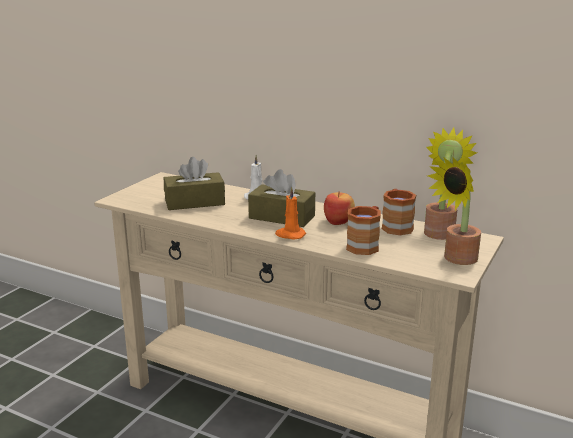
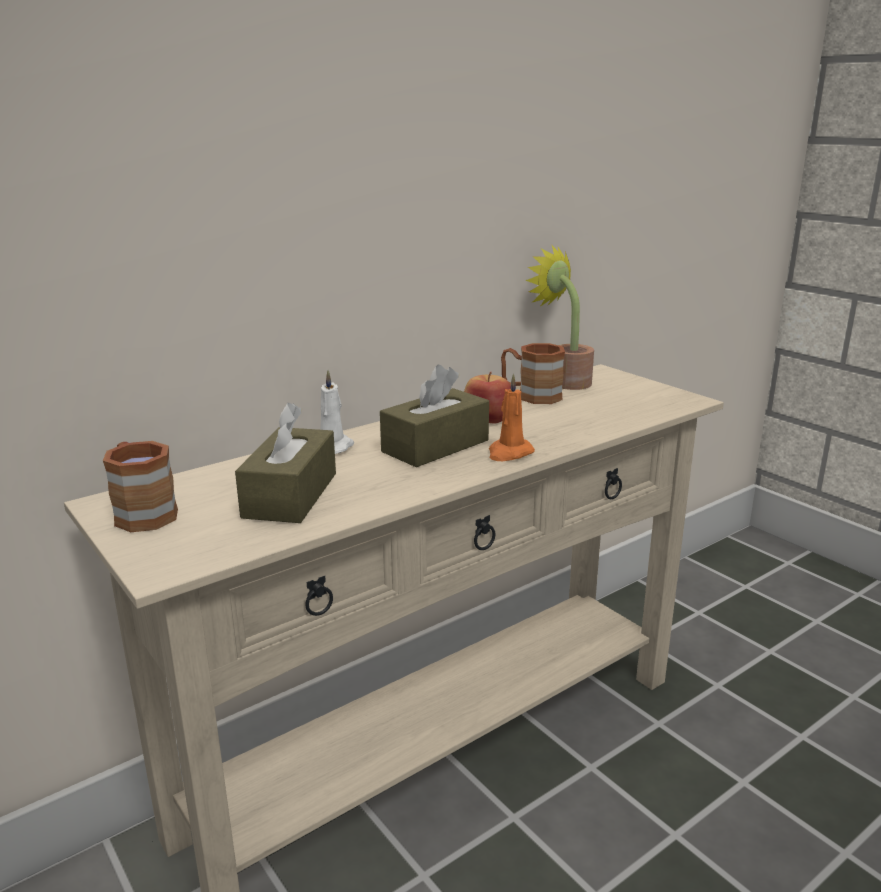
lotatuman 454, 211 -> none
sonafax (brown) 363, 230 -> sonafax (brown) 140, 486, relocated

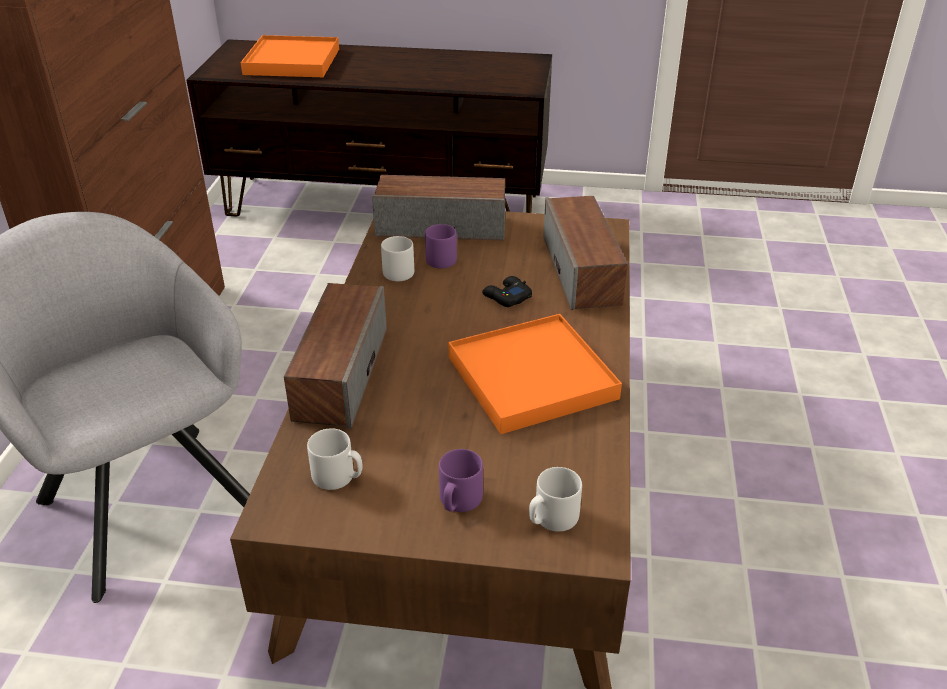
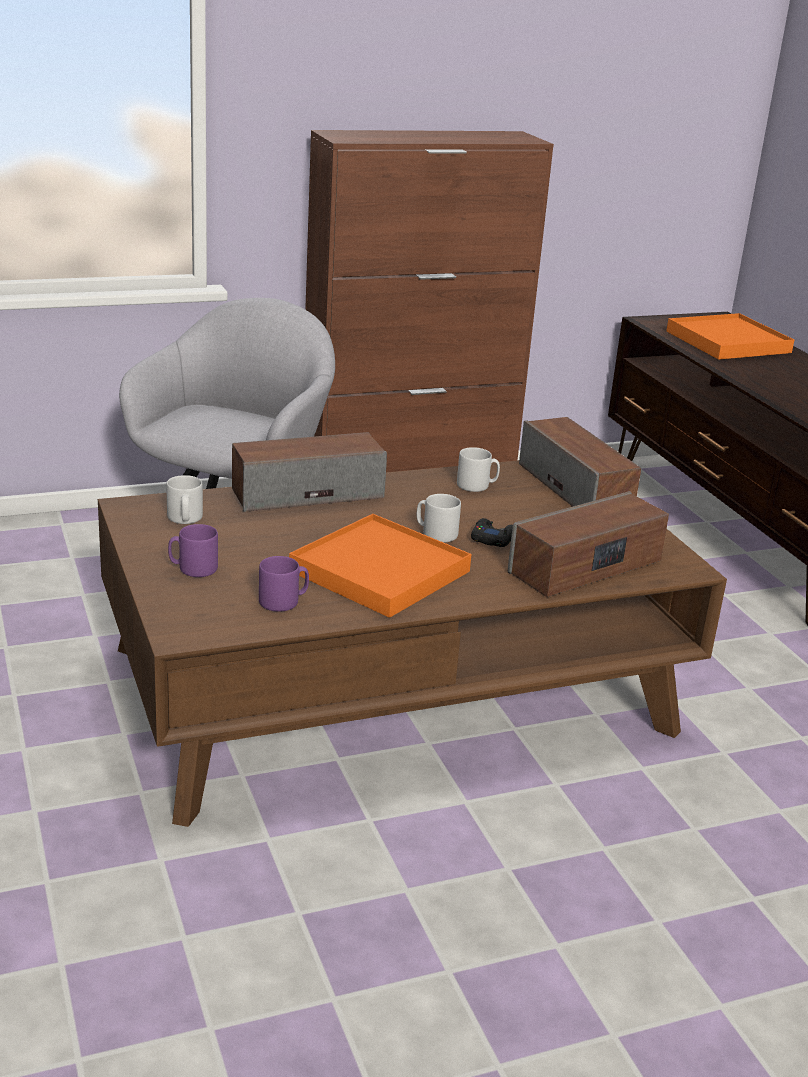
sonafax (purple) 441, 246 -> sonafax (purple) 284, 584, relocated
sonafax (grey) 555, 499 -> sonafax (grey) 439, 518, relocated

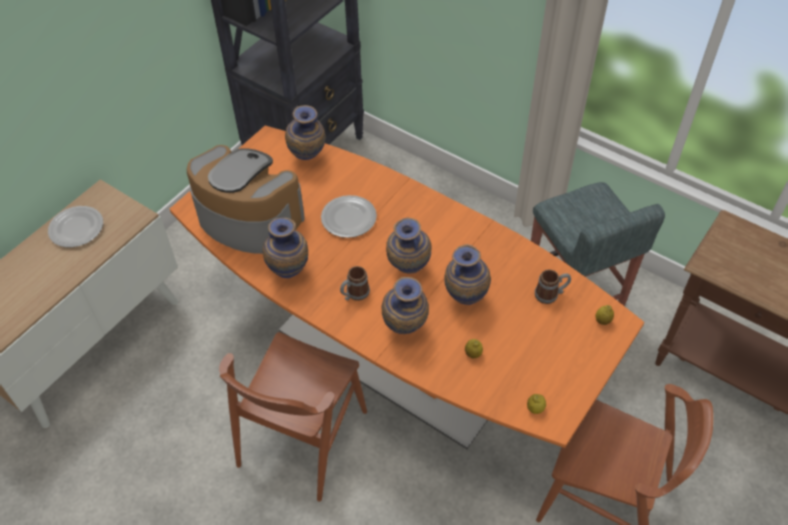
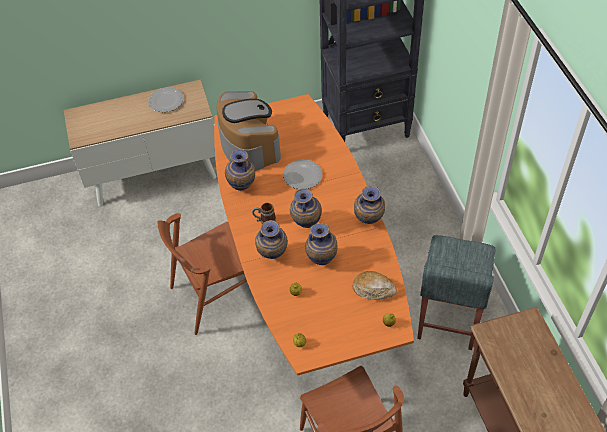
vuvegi 305, 132 -> vuvegi 369, 204, relocated
sonafax 553, 286 -> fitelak 375, 285

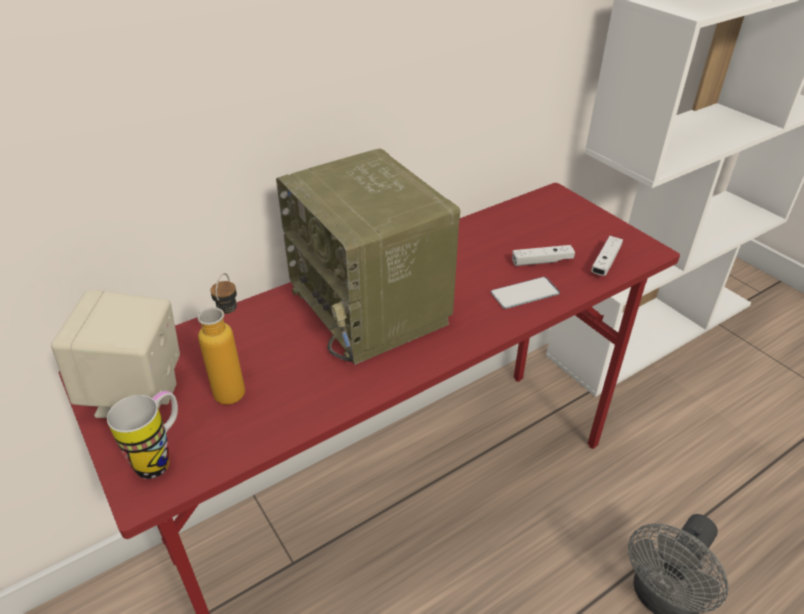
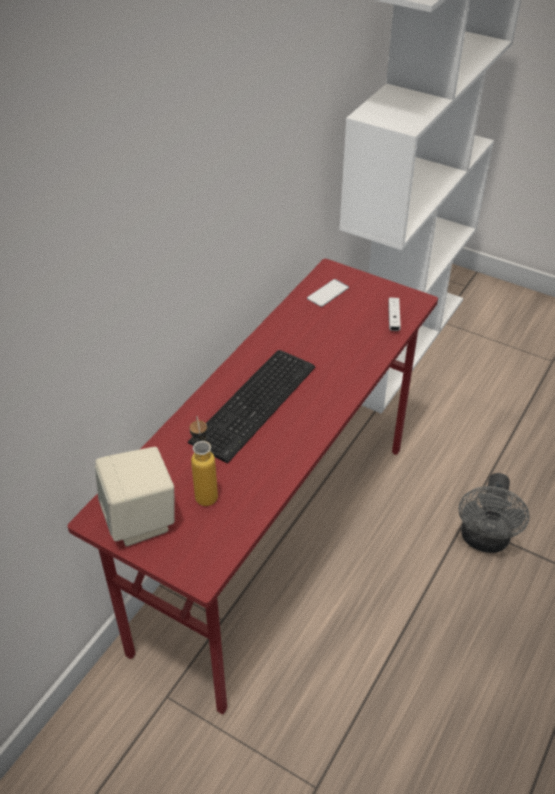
sonafax 142, 435 -> none
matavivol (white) 543, 255 -> none
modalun 525, 293 -> modalun 328, 293, relocated
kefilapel 368, 257 -> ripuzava 251, 406

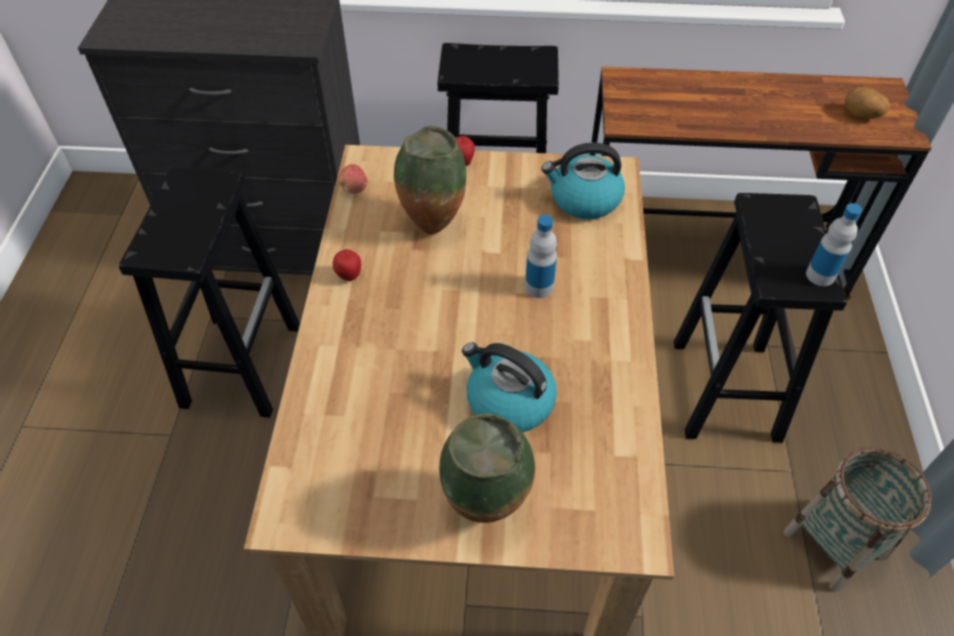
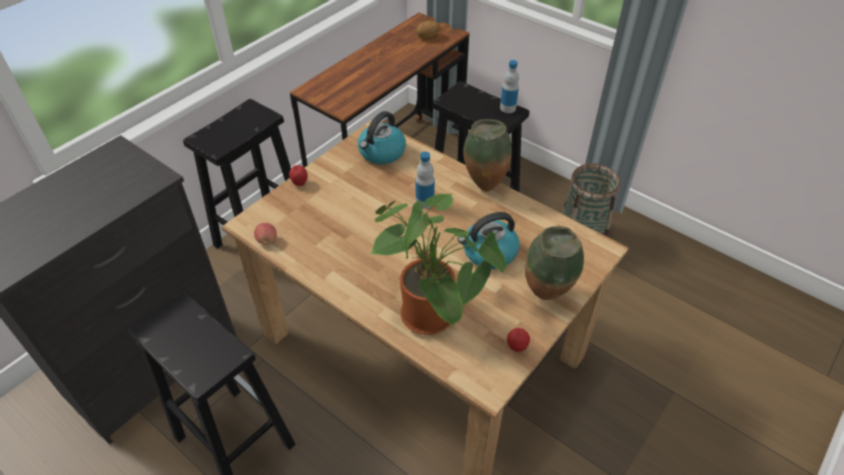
none -> lotatuman 437, 264
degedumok 347, 265 -> degedumok 518, 340, relocated
vuvegi 430, 180 -> vuvegi 487, 155, relocated

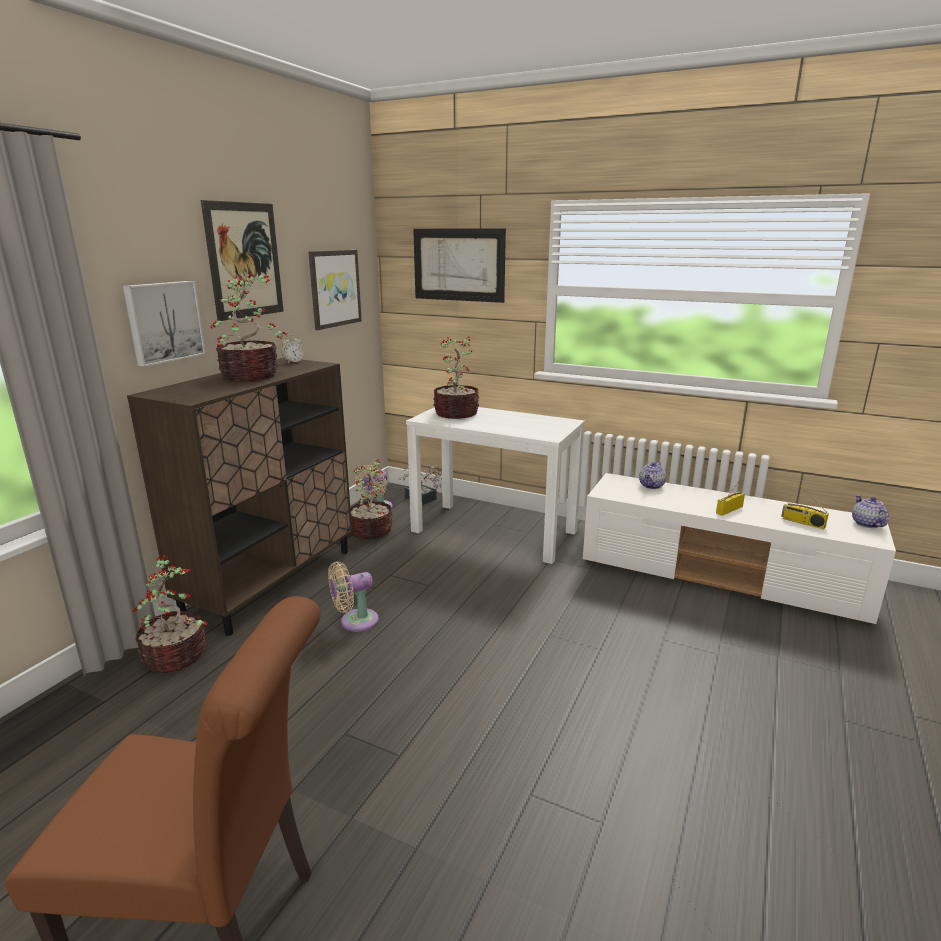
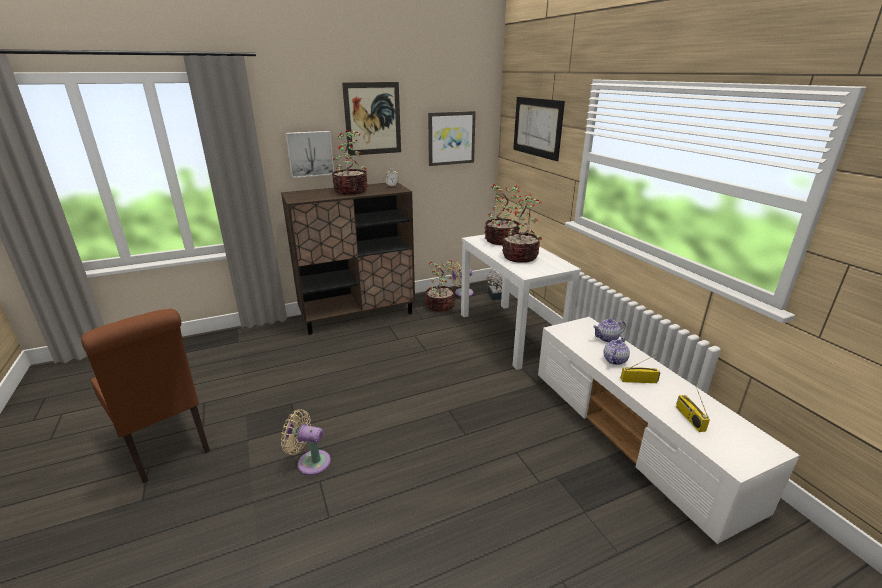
lotatuman 169, 614 -> lotatuman 522, 228, relocated
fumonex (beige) 353, 596 -> fumonex (beige) 306, 442, relocated
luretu 870, 511 -> luretu 616, 351, relocated

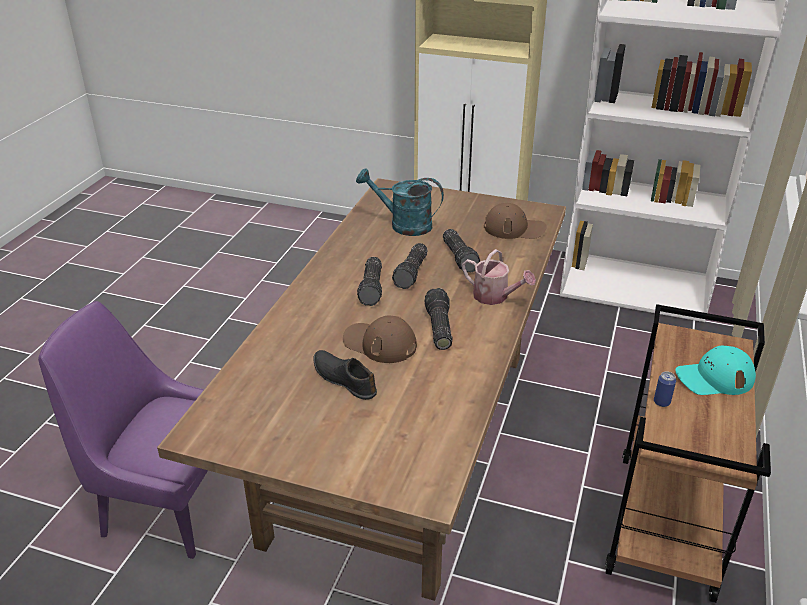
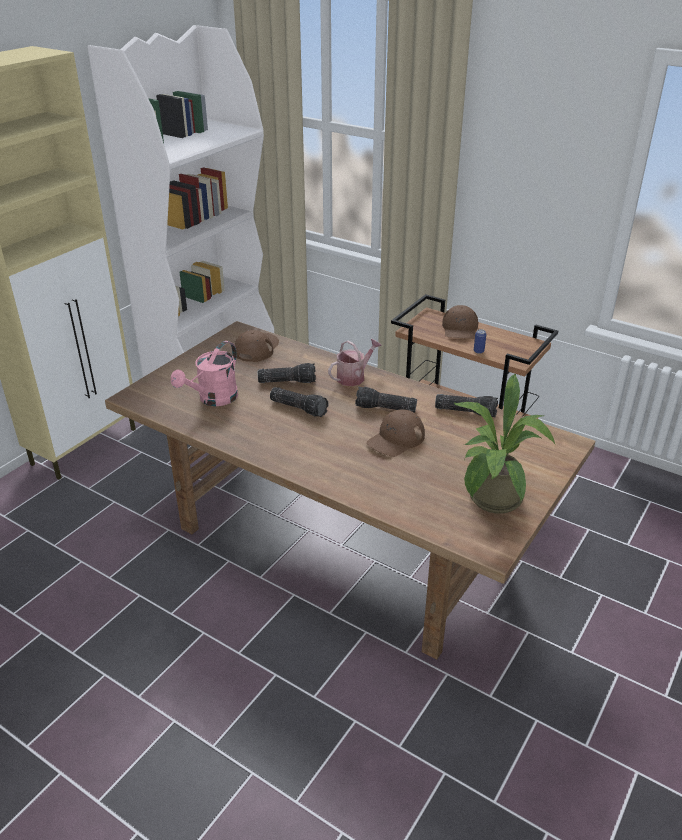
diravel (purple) 123, 430 -> none
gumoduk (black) 345, 375 -> none
none -> lotatuman 504, 444
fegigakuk 369, 281 -> fegigakuk 466, 405, relocated
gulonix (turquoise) 400, 202 -> gulonix (pink) 204, 373
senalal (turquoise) 716, 370 -> senalal (brown) 460, 322

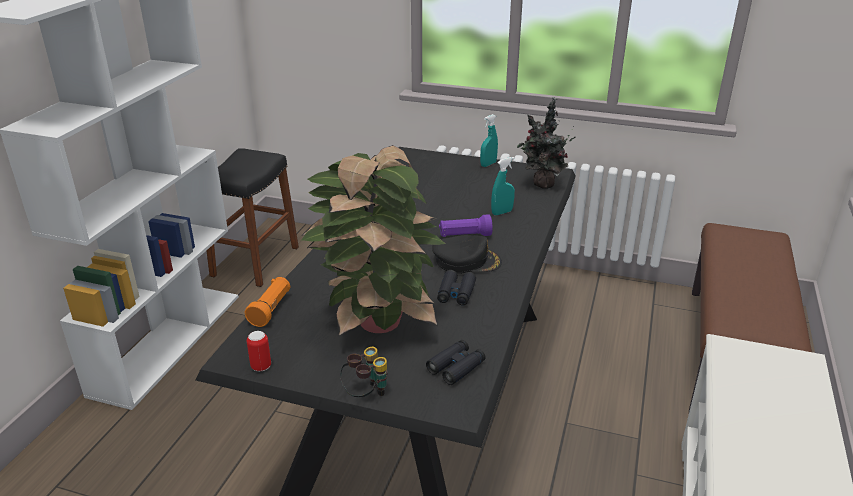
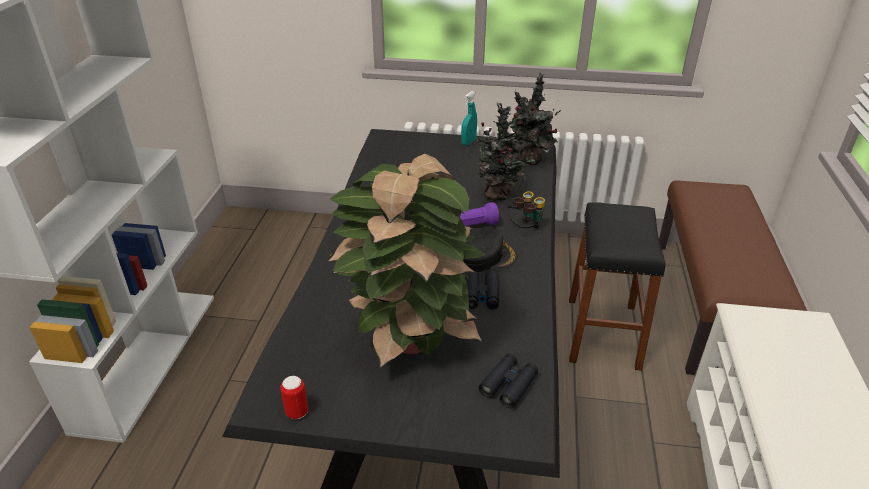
fegigakuk (orange) 267, 302 -> none
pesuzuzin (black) 253, 217 -> pesuzuzin (black) 617, 286, relocated
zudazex 364, 372 -> zudazex 526, 210, relocated
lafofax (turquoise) 503, 186 -> lotatuman 502, 151

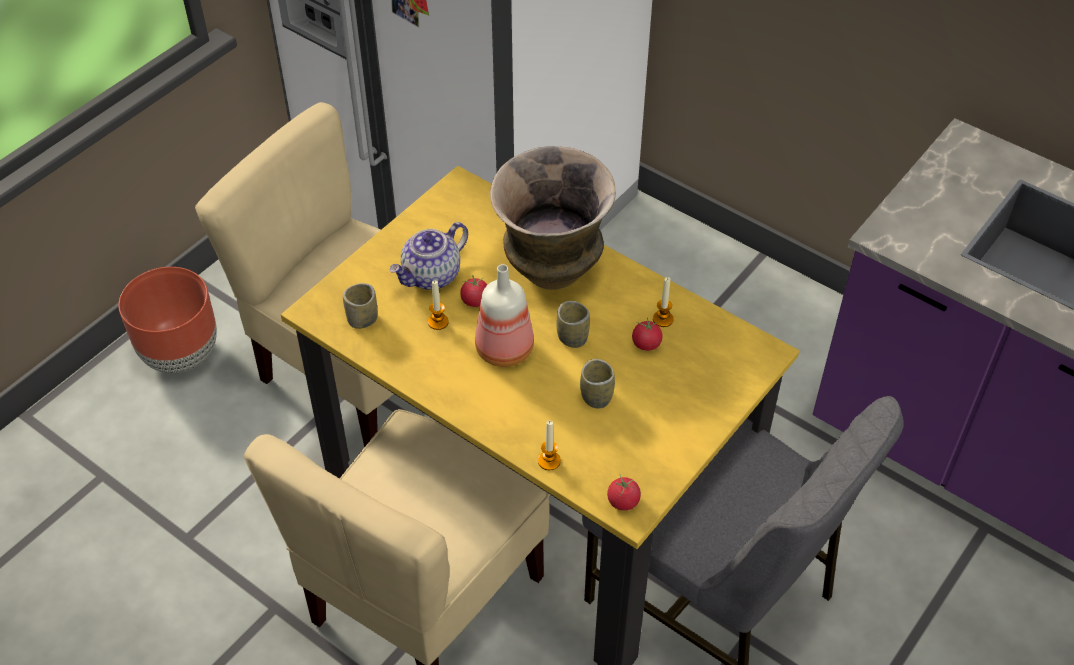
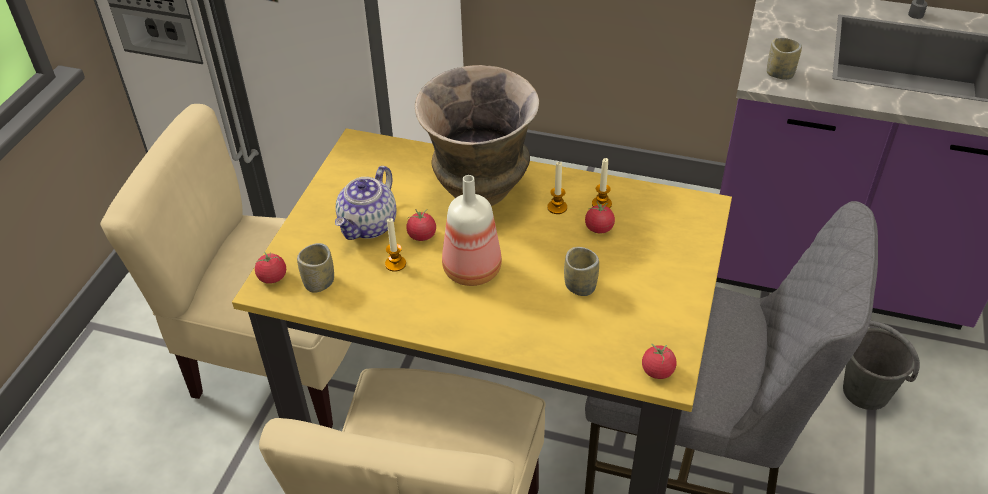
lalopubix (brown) 167, 320 -> none
none -> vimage 270, 268
none -> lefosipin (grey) 881, 365
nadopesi 549, 446 -> nadopesi 557, 188, relocated
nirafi 573, 324 -> nirafi 784, 58, relocated

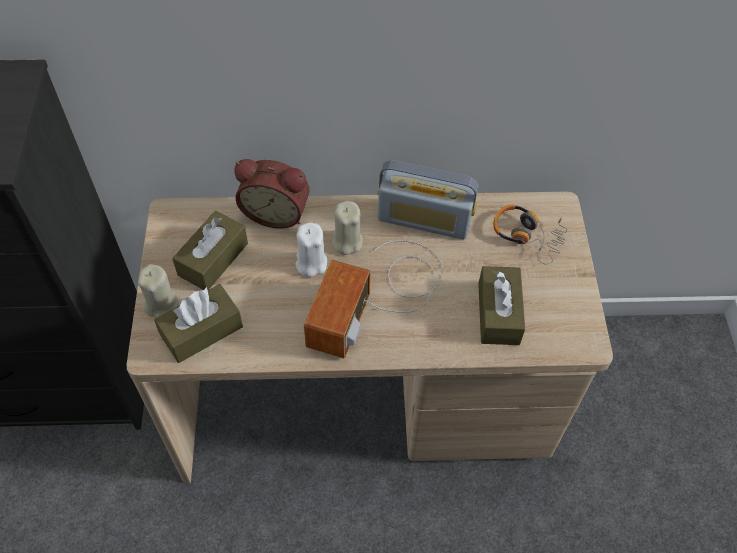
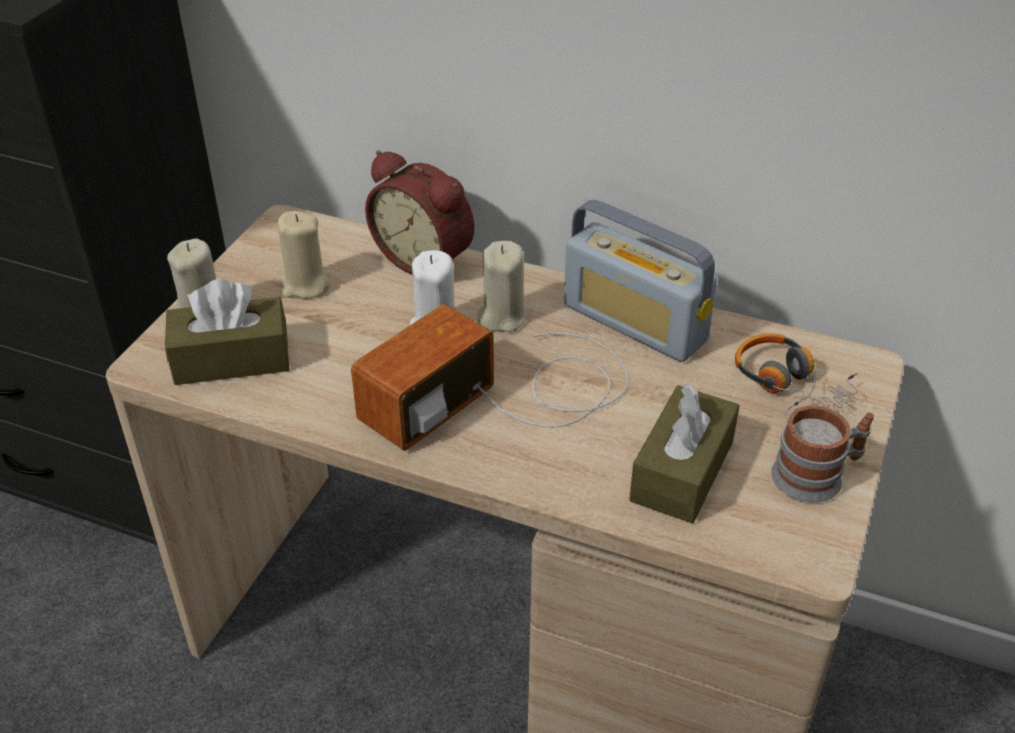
none -> sonafax 822, 454
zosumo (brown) 210, 250 -> nadopesi (beige) 304, 255

